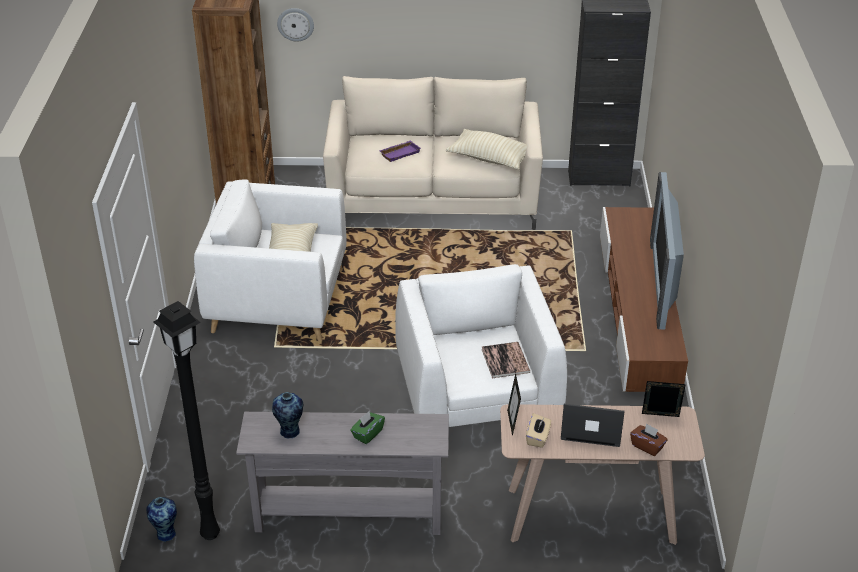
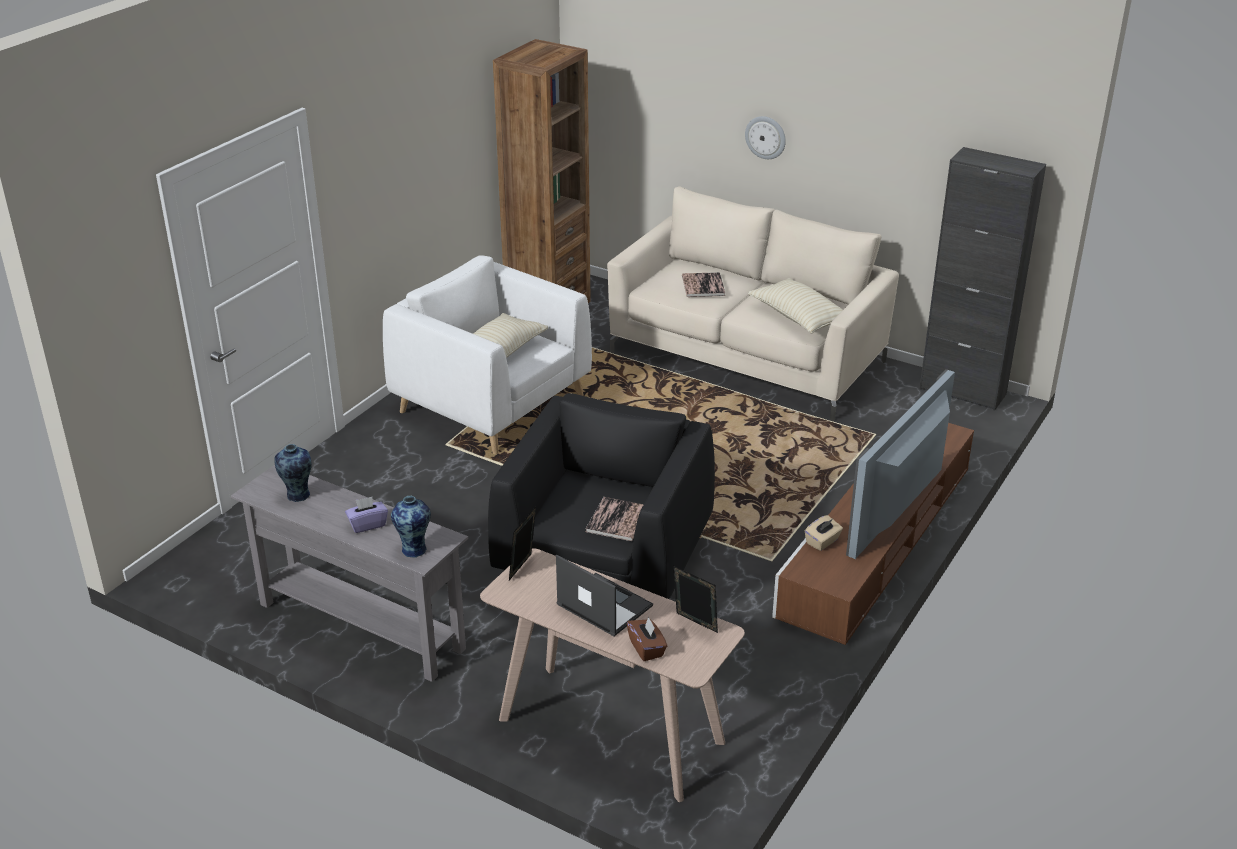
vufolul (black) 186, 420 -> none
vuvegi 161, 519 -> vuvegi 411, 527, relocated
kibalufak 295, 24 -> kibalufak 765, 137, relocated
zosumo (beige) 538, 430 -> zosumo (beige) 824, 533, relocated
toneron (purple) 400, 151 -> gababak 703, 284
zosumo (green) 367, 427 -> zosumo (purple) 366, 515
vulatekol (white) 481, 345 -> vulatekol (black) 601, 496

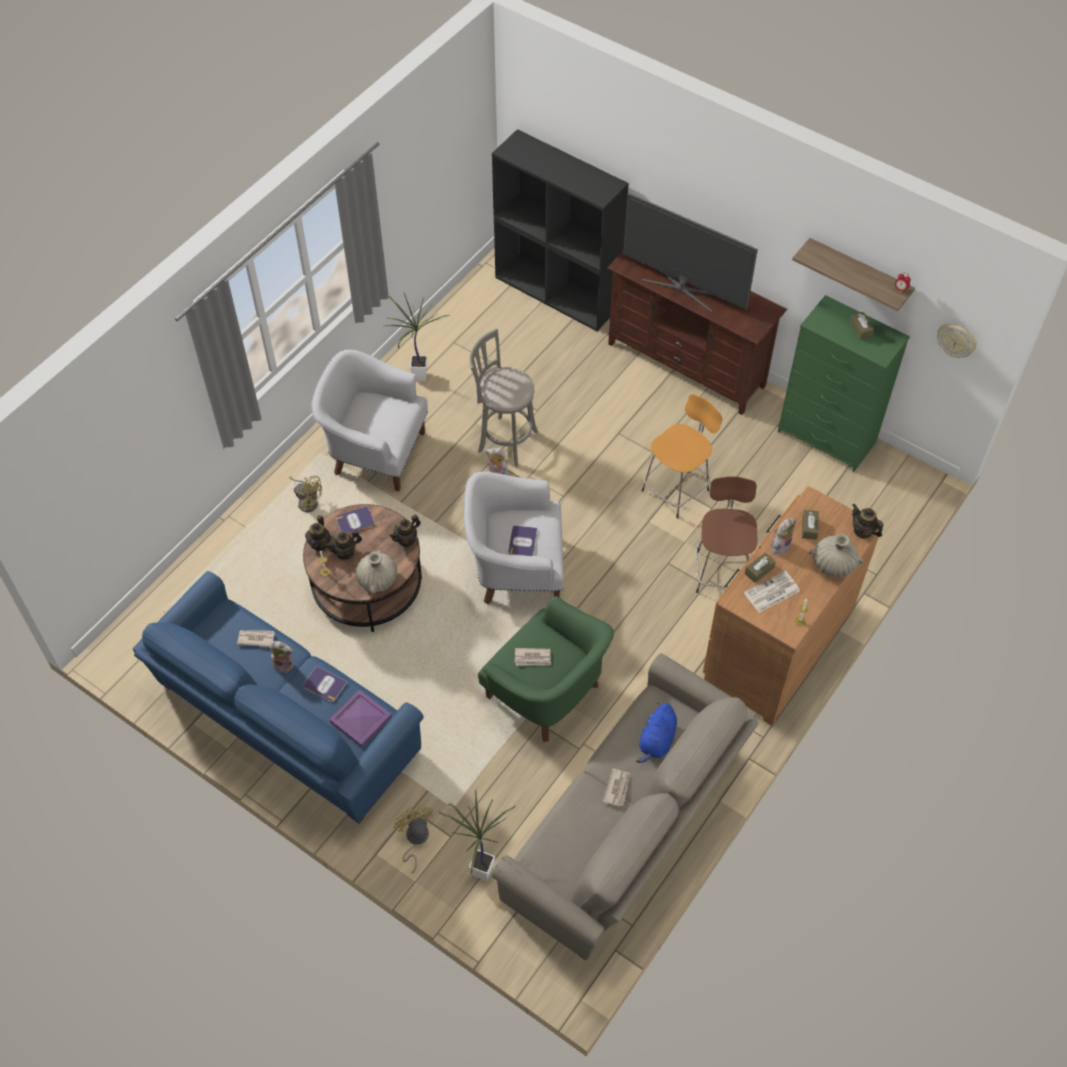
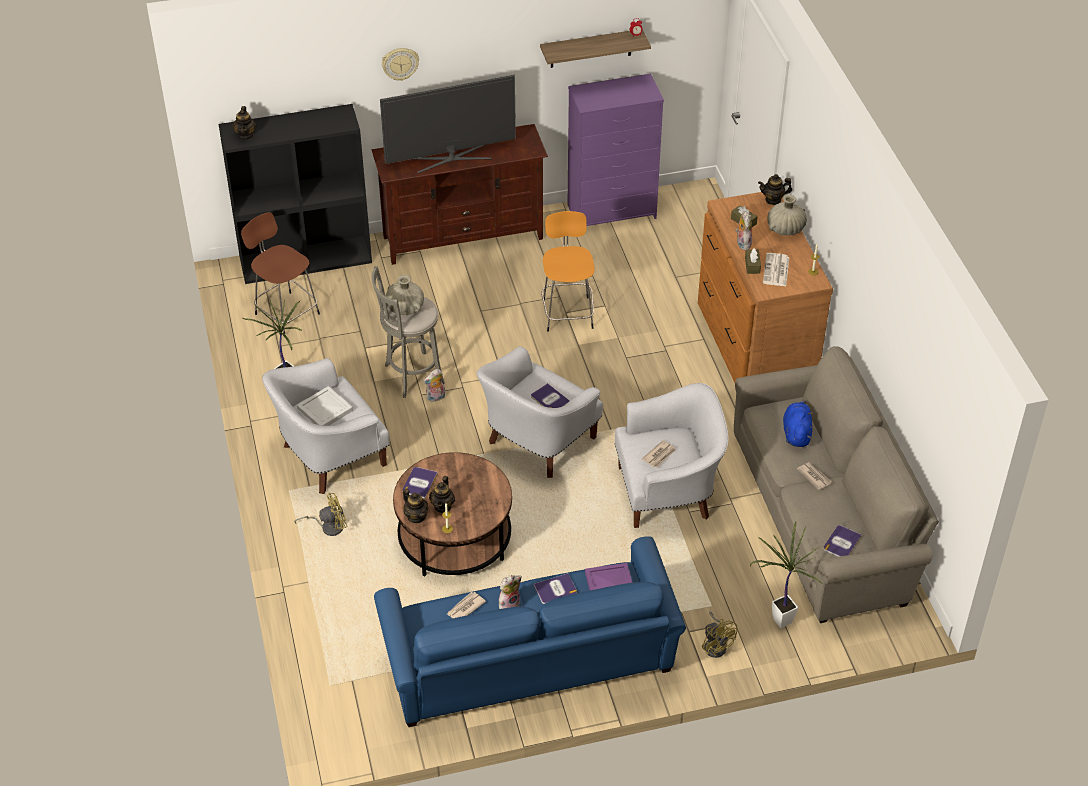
zosumo (brown) 862, 326 -> none
none -> toneron (white) 325, 406
none -> gababak 842, 541
vuvegi (beige) 376, 572 -> vuvegi (beige) 404, 295, relocated
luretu 405, 531 -> luretu 244, 123, relocated
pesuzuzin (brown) 727, 534 -> pesuzuzin (brown) 280, 273, relocated
kibalufak 957, 341 -> kibalufak 400, 64, relocated
vulatekol (green) 546, 669 -> vulatekol (white) 671, 455
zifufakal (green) 844, 383 -> zifufakal (purple) 616, 150
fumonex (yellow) 413, 839 -> fumonex (yellow) 720, 634, 135 degrees counterclockwise
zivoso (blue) 656, 733 -> zivoso (blue) 798, 423, 150 degrees counterclockwise

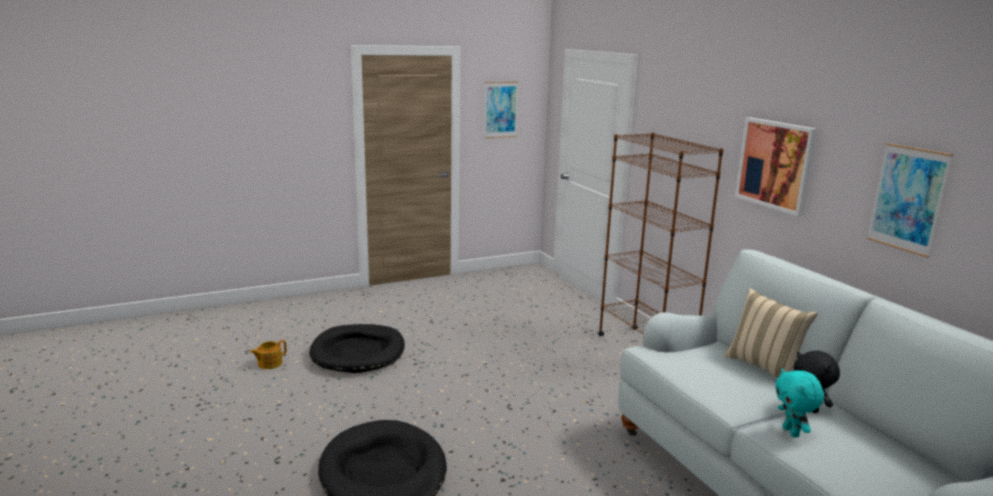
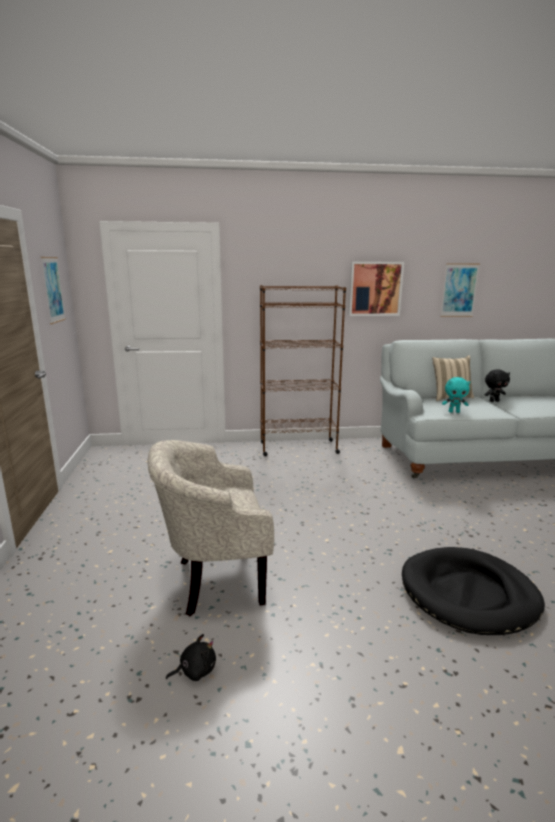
zivoso (turquoise) 799, 403 -> zivoso (turquoise) 456, 395, relocated
luretu 268, 354 -> zivoso (black) 191, 657
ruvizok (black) 357, 348 -> vulatekol (beige) 210, 528

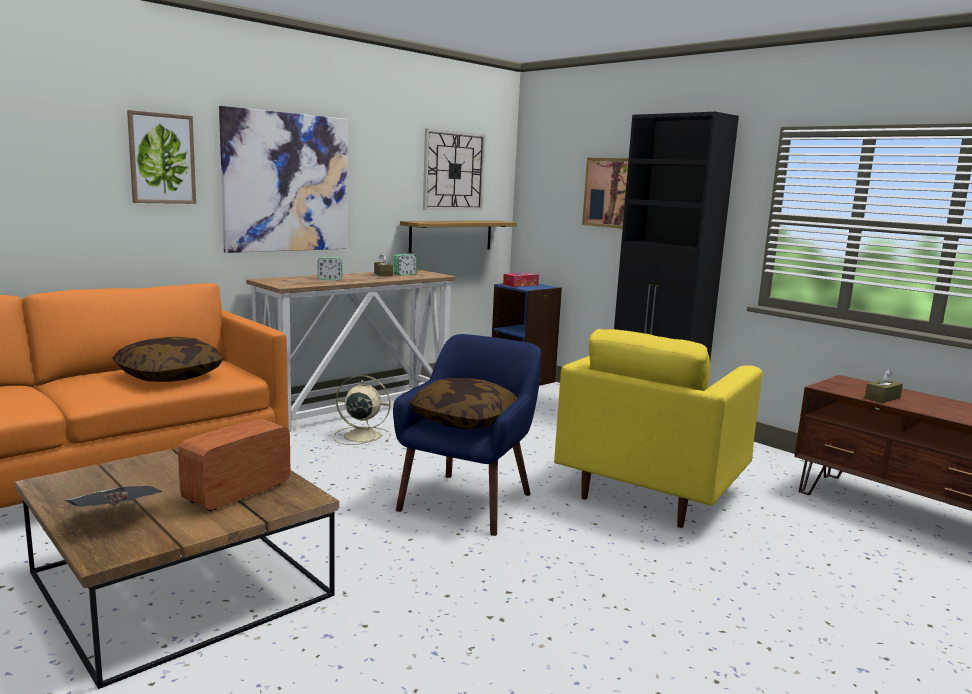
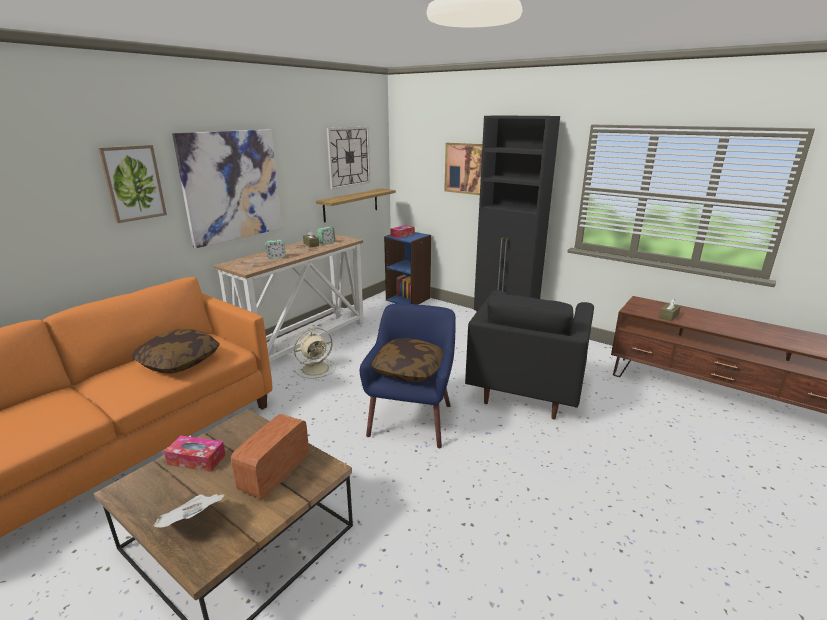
none -> zosumo 195, 453
vulatekol (yellow) 658, 428 -> vulatekol (black) 529, 354
fumonex (beige) 362, 410 -> fumonex (beige) 314, 353, 150 degrees clockwise

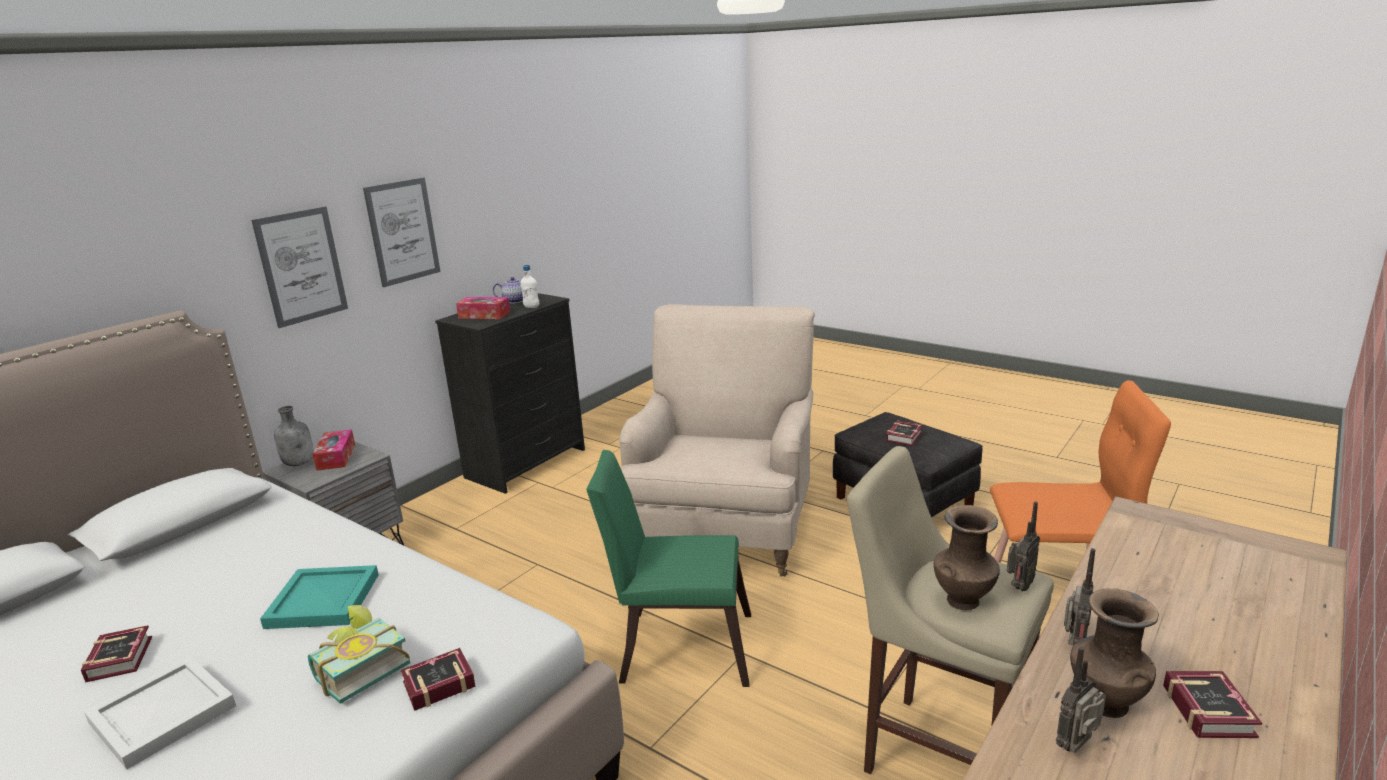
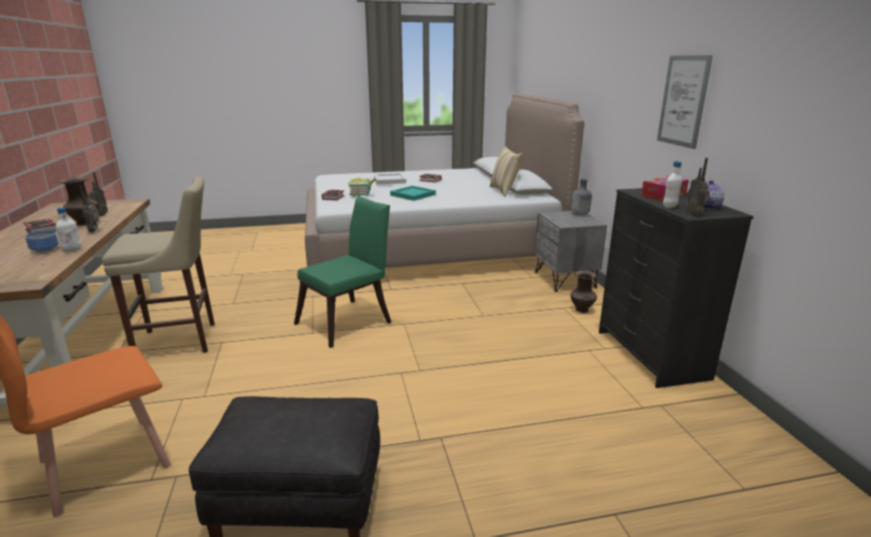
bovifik 299, 267 -> none
zosumo 333, 450 -> none
vulatekol (beige) 717, 440 -> none
gababak 904, 433 -> none
none -> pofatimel 41, 241
none -> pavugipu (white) 68, 229
none -> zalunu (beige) 506, 171
vuvegi (brown) 967, 557 -> vuvegi (brown) 584, 292, relocated
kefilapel 1023, 546 -> kefilapel 698, 186, relocated

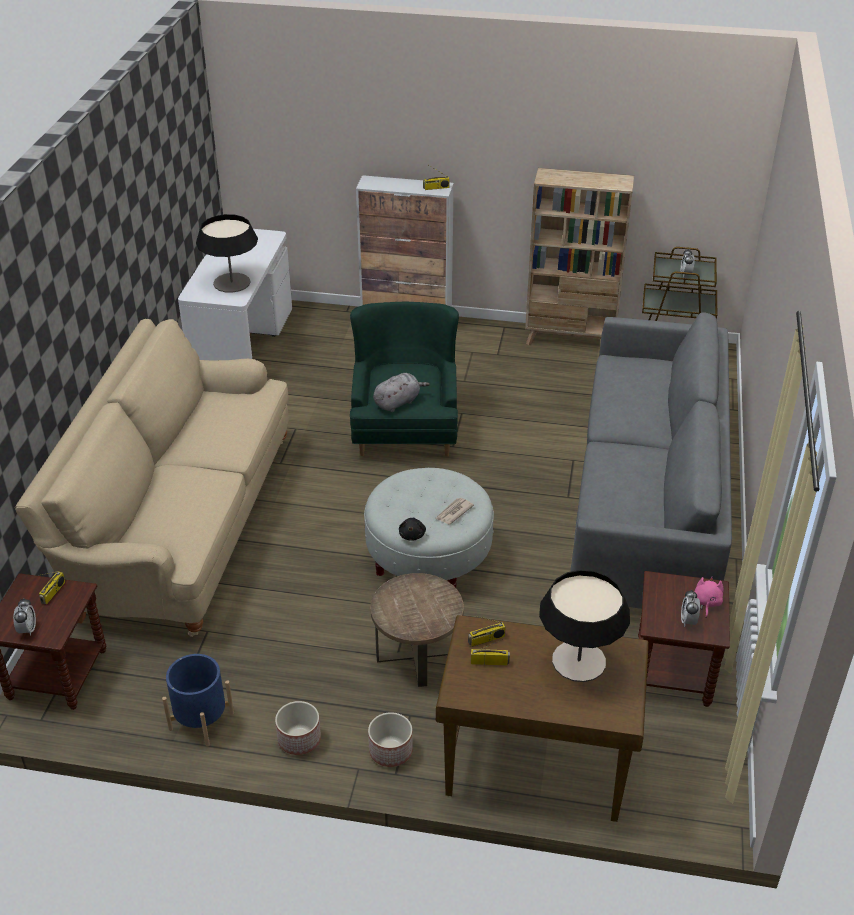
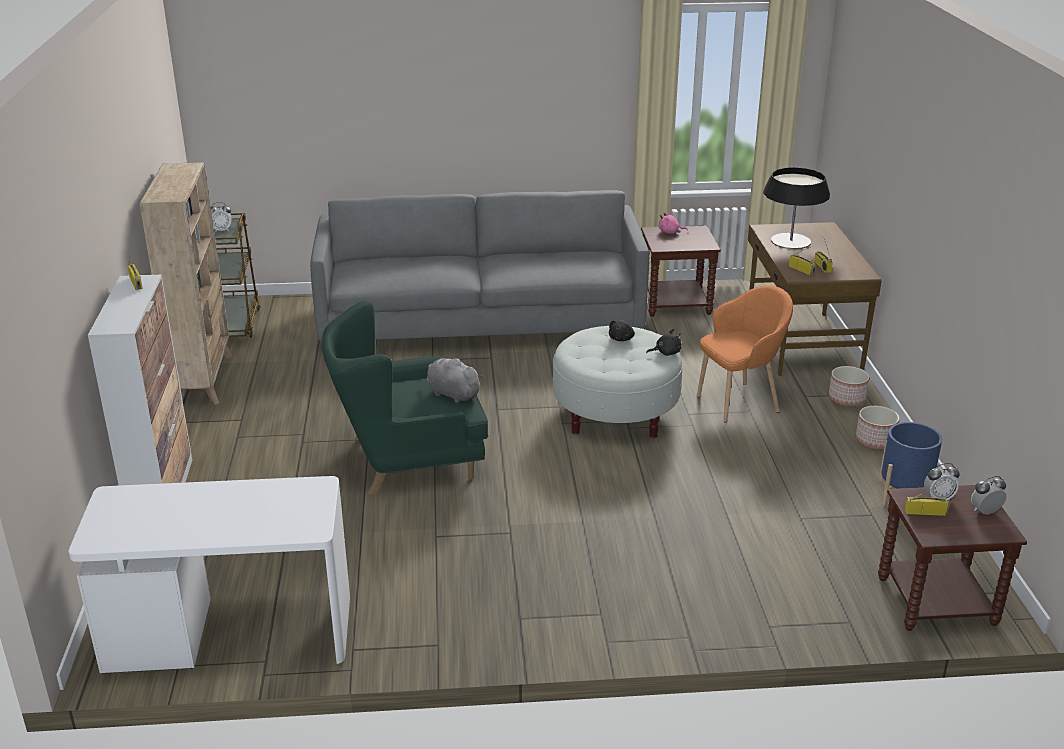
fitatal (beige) 152, 478 -> none
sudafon 227, 253 -> none
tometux 690, 608 -> tometux 942, 482, relocated
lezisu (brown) 417, 630 -> vulatekol (orange) 745, 354
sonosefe 455, 511 -> zivoso (black) 622, 330

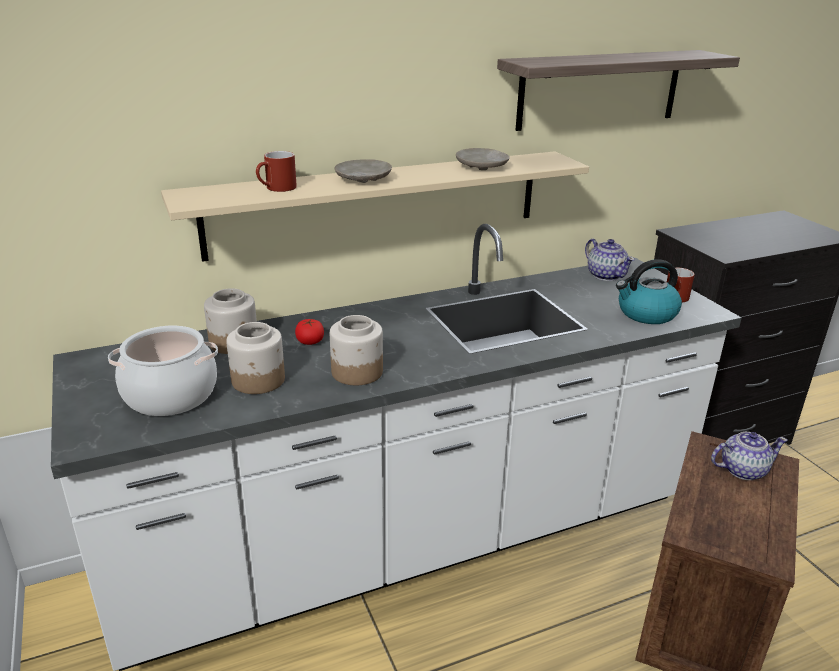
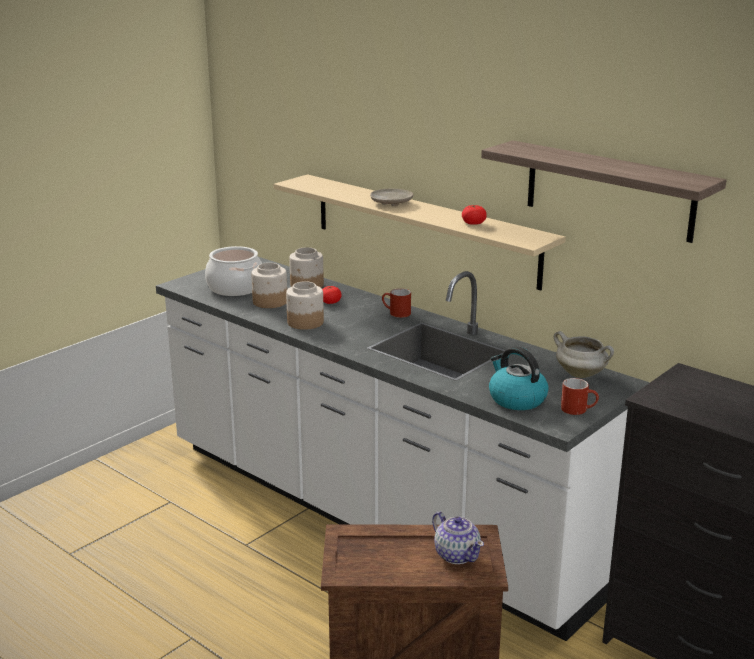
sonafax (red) 276, 171 -> sonafax (red) 396, 303, relocated
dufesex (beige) 483, 159 -> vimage 474, 215
luretu 610, 260 -> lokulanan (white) 584, 354

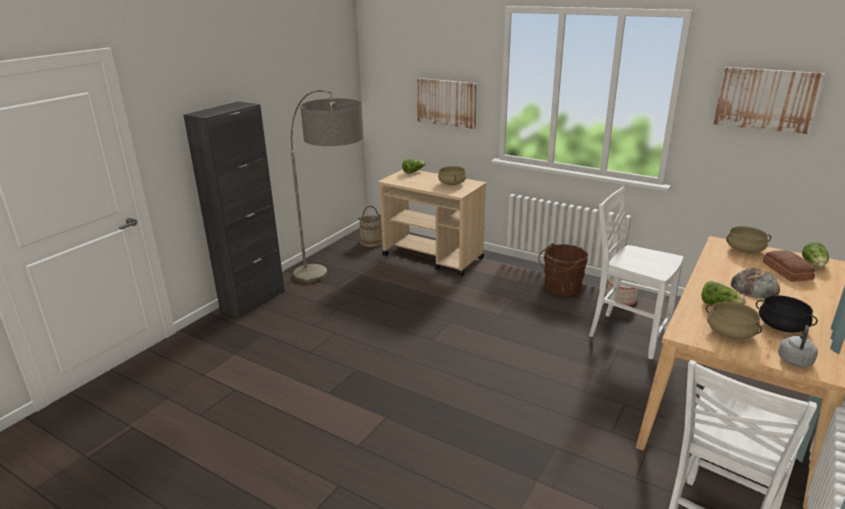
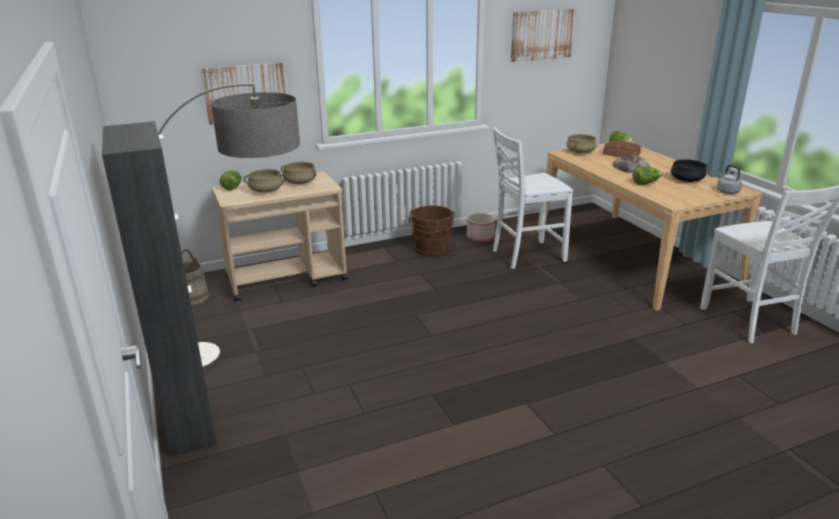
lokulanan (beige) 734, 320 -> lokulanan (beige) 264, 181, relocated

